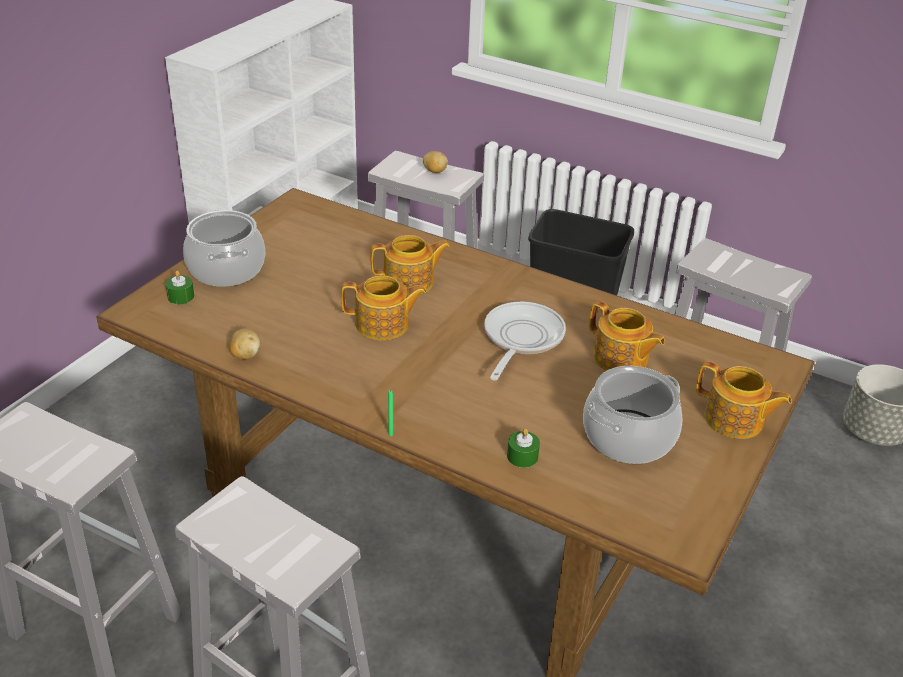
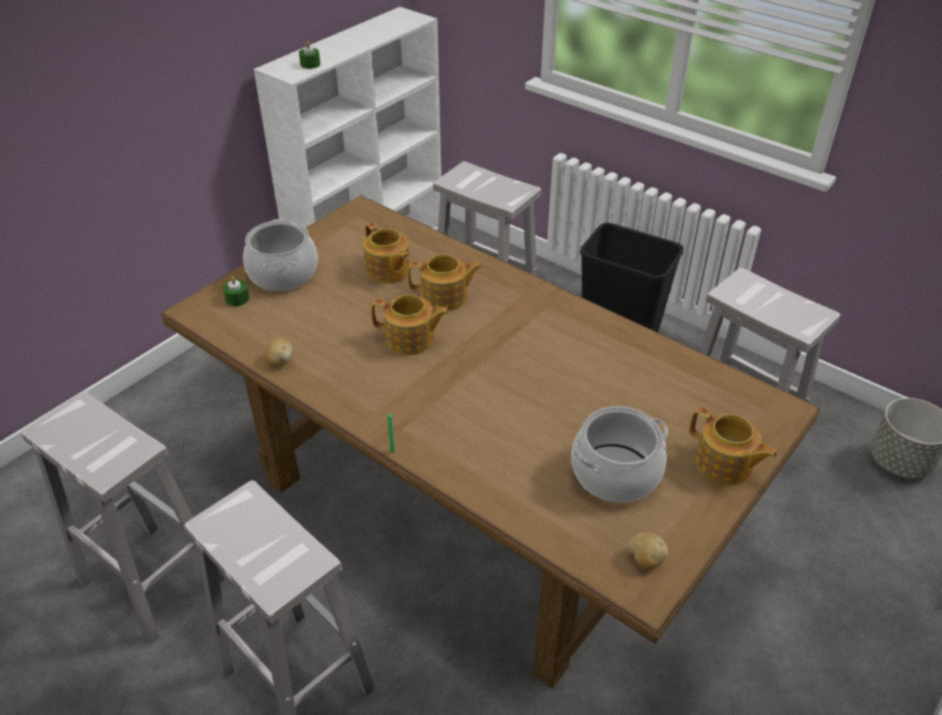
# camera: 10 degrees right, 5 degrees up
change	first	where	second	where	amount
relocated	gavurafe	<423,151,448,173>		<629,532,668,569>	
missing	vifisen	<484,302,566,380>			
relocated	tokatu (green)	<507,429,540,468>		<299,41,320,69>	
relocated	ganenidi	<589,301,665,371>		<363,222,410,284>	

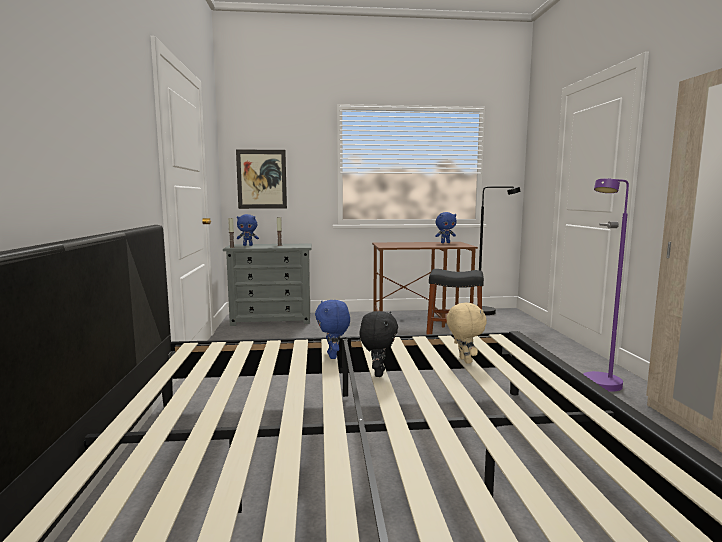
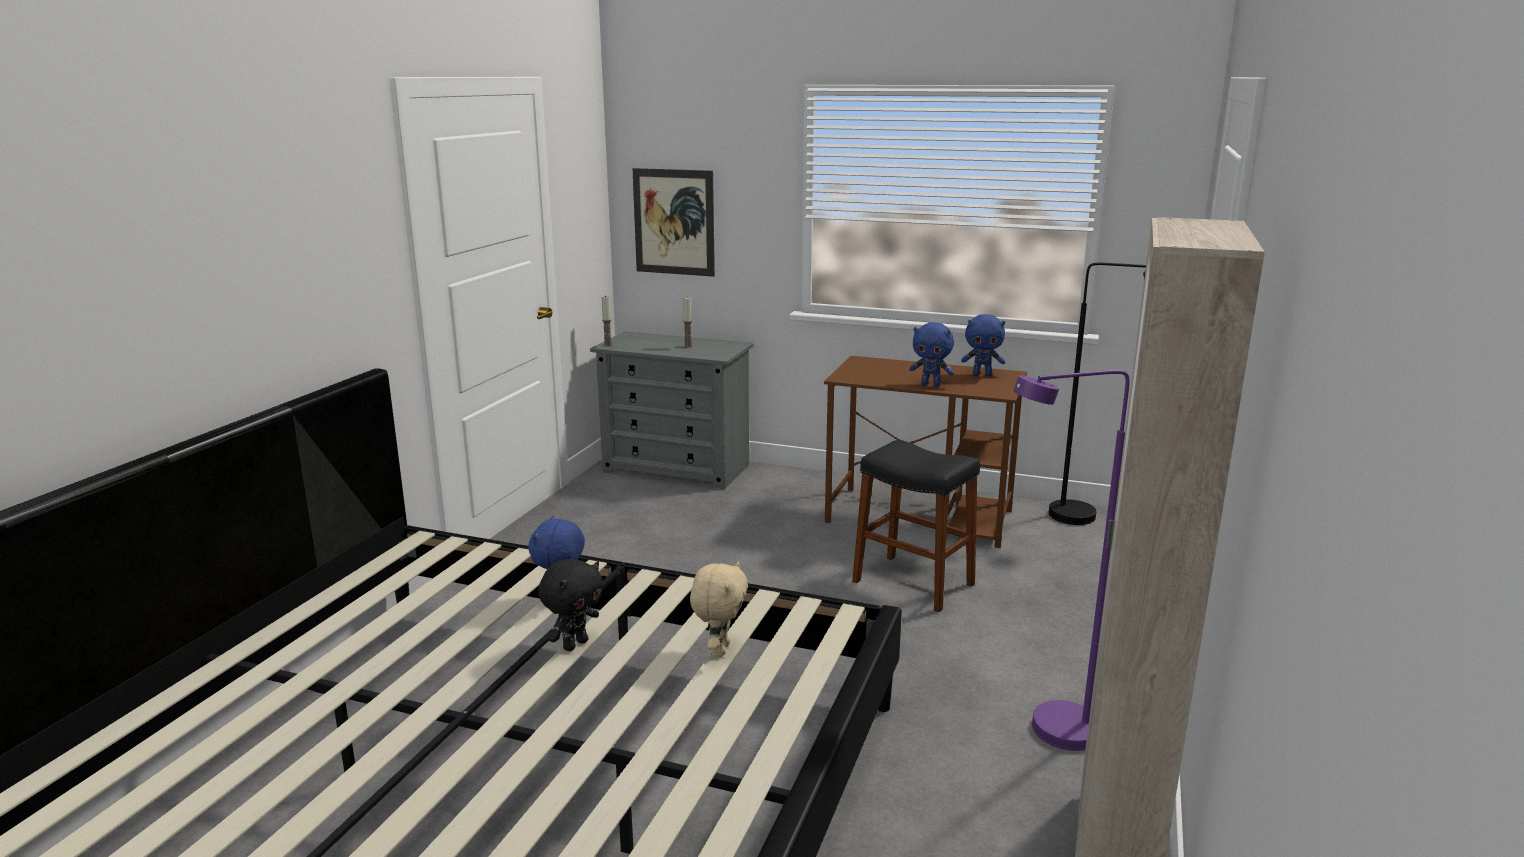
# camera: 25 degrees right, 10 degrees up
change	first	where	second	where	amount
relocated	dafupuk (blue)	<237,214,259,246>		<909,322,954,387>	

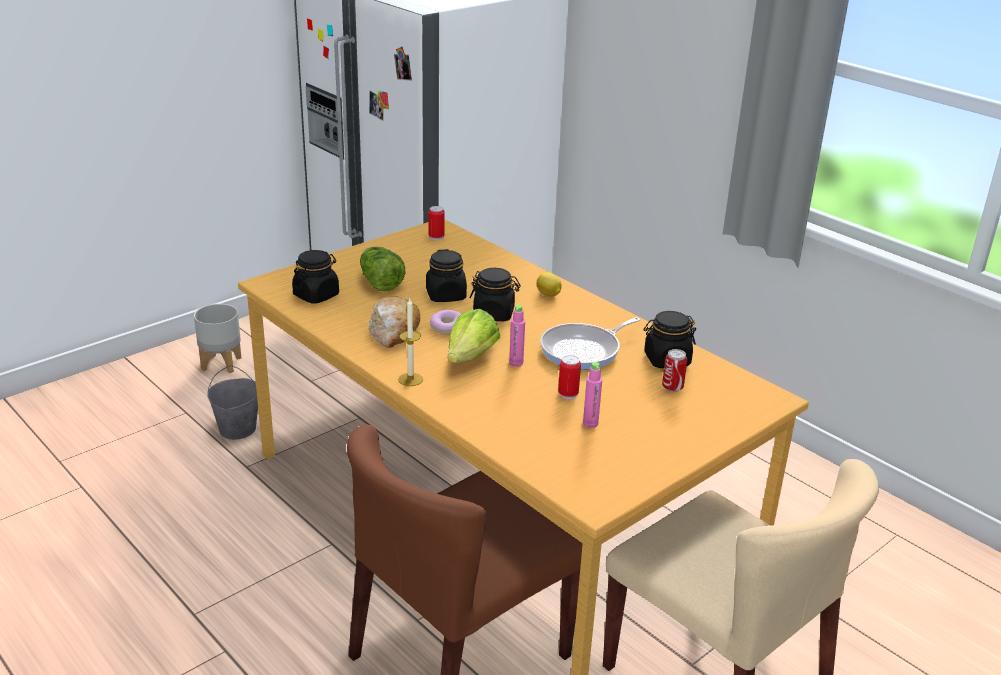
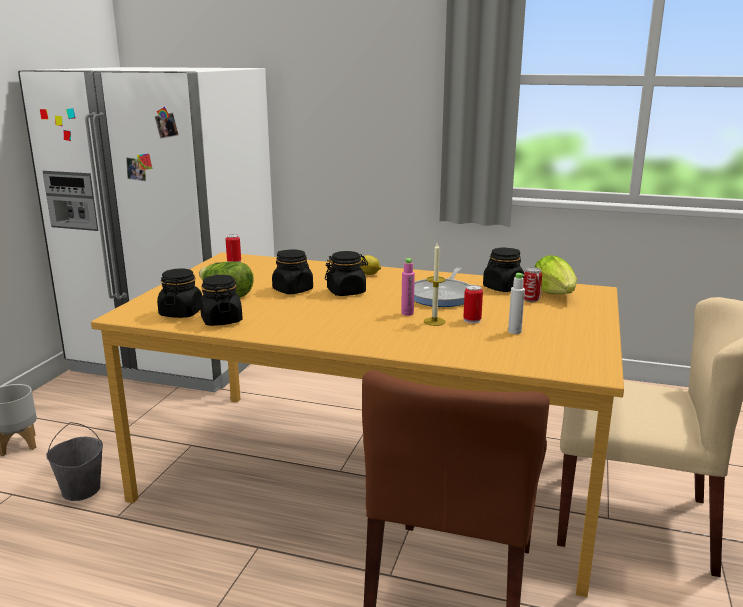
# camera: 30 degrees left, 10 degrees down
change	first	where	second	where	amount
missing	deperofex	<368,297,420,348>			
relocated	tokatu	<398,298,423,386>		<424,243,446,326>	
missing	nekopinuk	<430,310,461,335>			
relocated	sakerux	<448,309,500,363>		<535,255,577,294>	
colour	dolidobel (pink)	<583,362,602,428>	dolidobel (white)	<508,273,525,334>	
appeared			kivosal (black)	<200,275,243,326>	

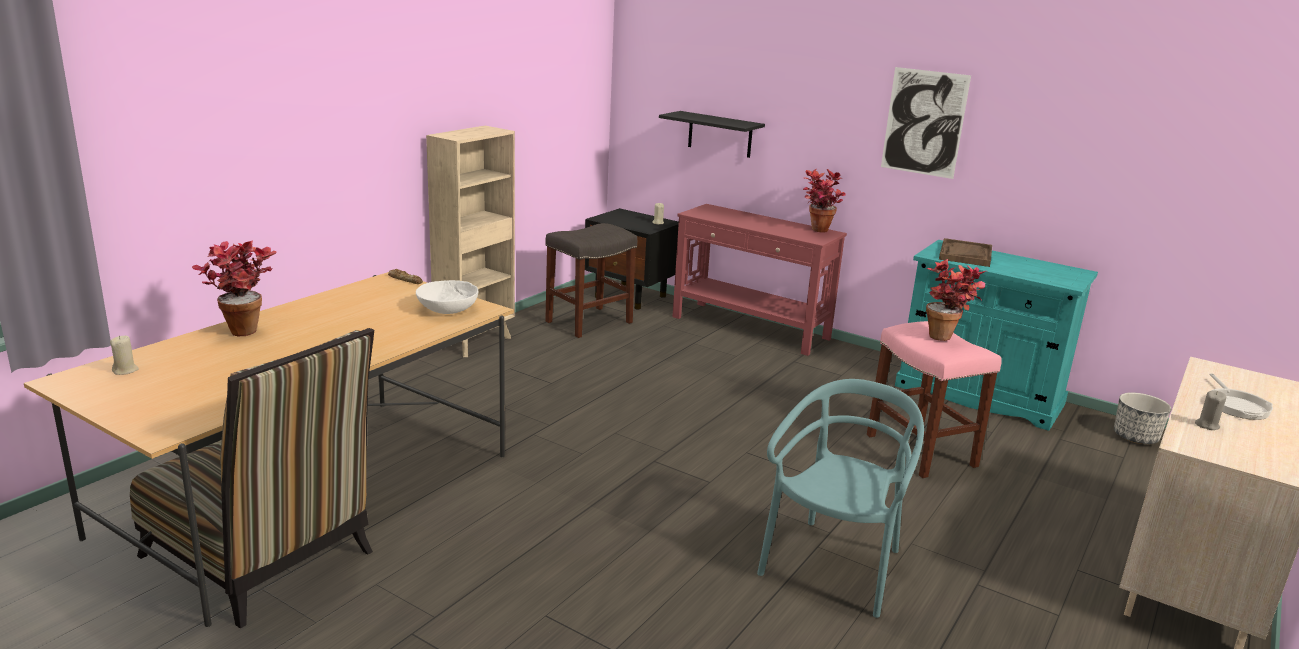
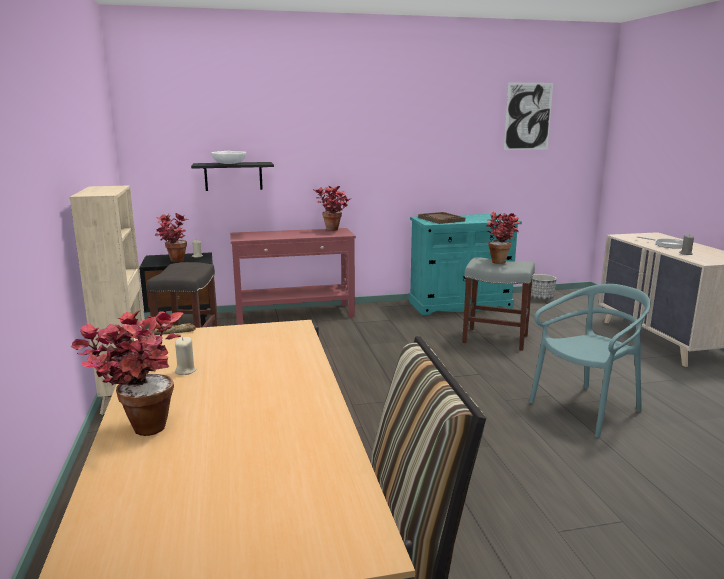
# camera: 45 degrees left, 5 degrees down
change	first	where	second	where	amount
relocated	tokatu (beige)	<110,335,139,375>		<175,337,197,375>	
relocated	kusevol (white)	<416,280,478,314>		<211,151,246,164>	
spun	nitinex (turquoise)	<757,379,924,618>		<529,284,651,438>	75 degrees clockwise
colour	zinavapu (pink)	<867,321,1002,478>	zinavapu (grey)	<462,257,535,351>	
relocated	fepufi	<881,67,971,179>		<504,82,553,150>	
appeared			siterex	<155,213,189,262>	

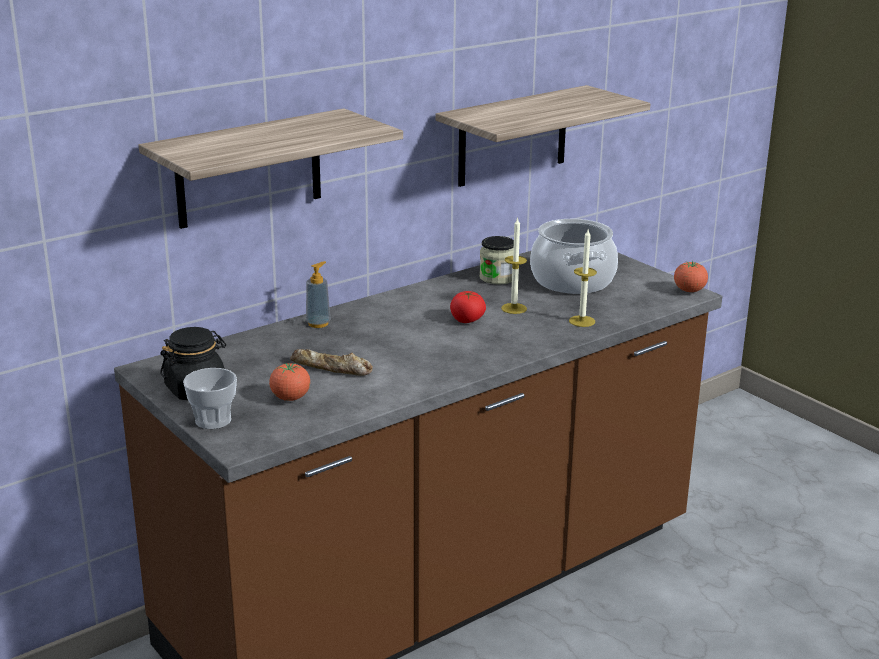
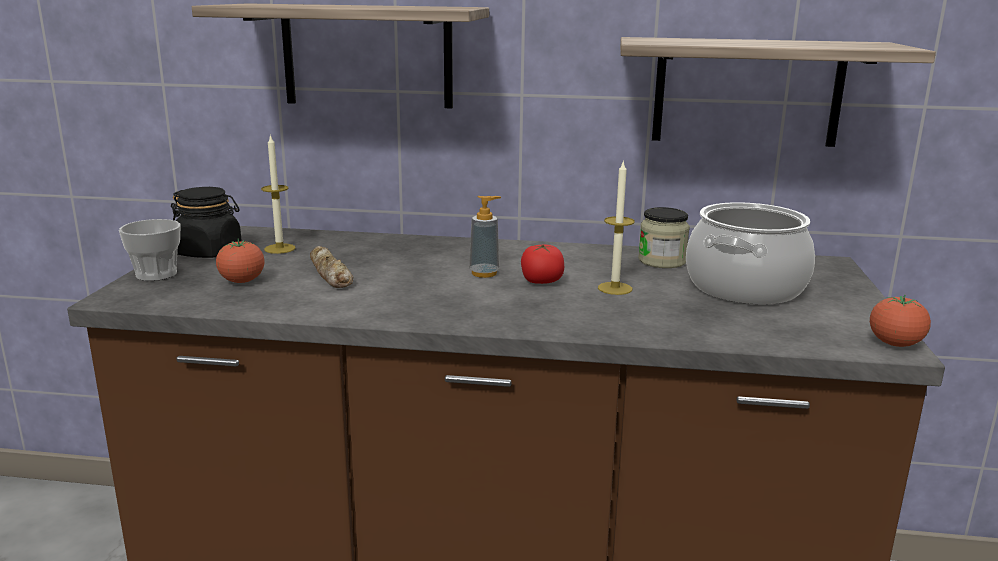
# camera: 45 degrees right, 5 degrees down
change	first	where	second	where	amount
relocated	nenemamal	<306,261,331,328>		<469,196,501,278>	
relocated	tokatu	<569,229,597,327>		<261,134,296,254>	

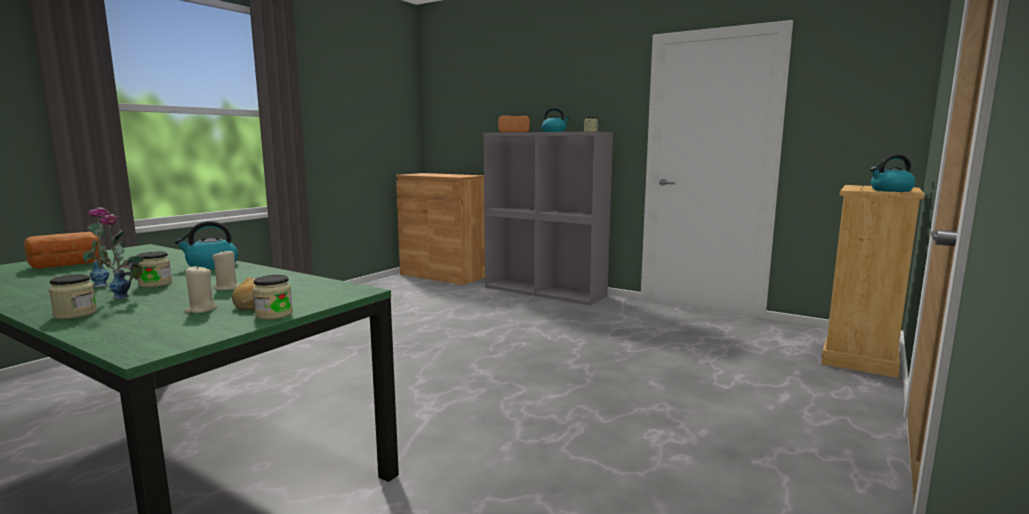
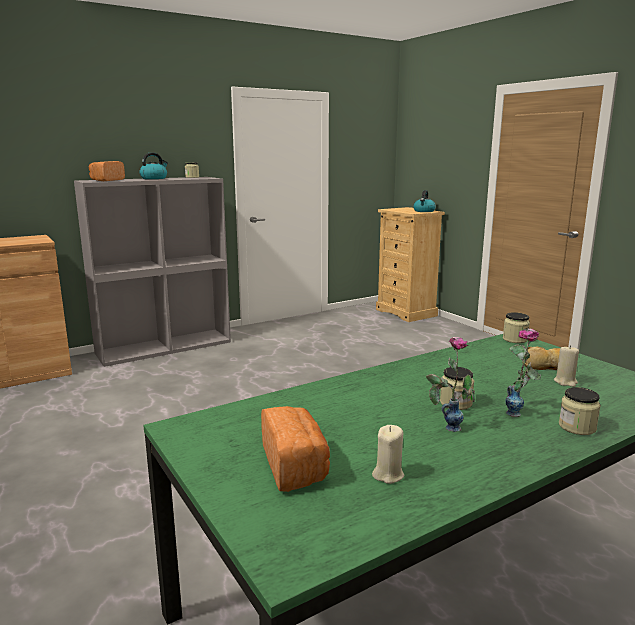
# camera: 65 degrees left, 5 degrees up
change	first	where	second	where	amount
missing	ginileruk	<175,221,238,270>			
relocated	tokatu (beige)	<212,249,240,290>		<372,425,404,484>	
relocated	kivosal	<253,275,293,320>		<503,312,530,343>	

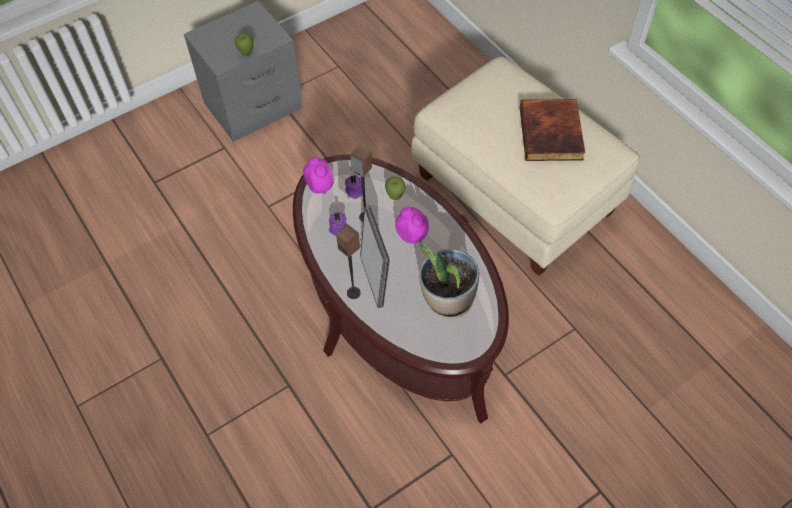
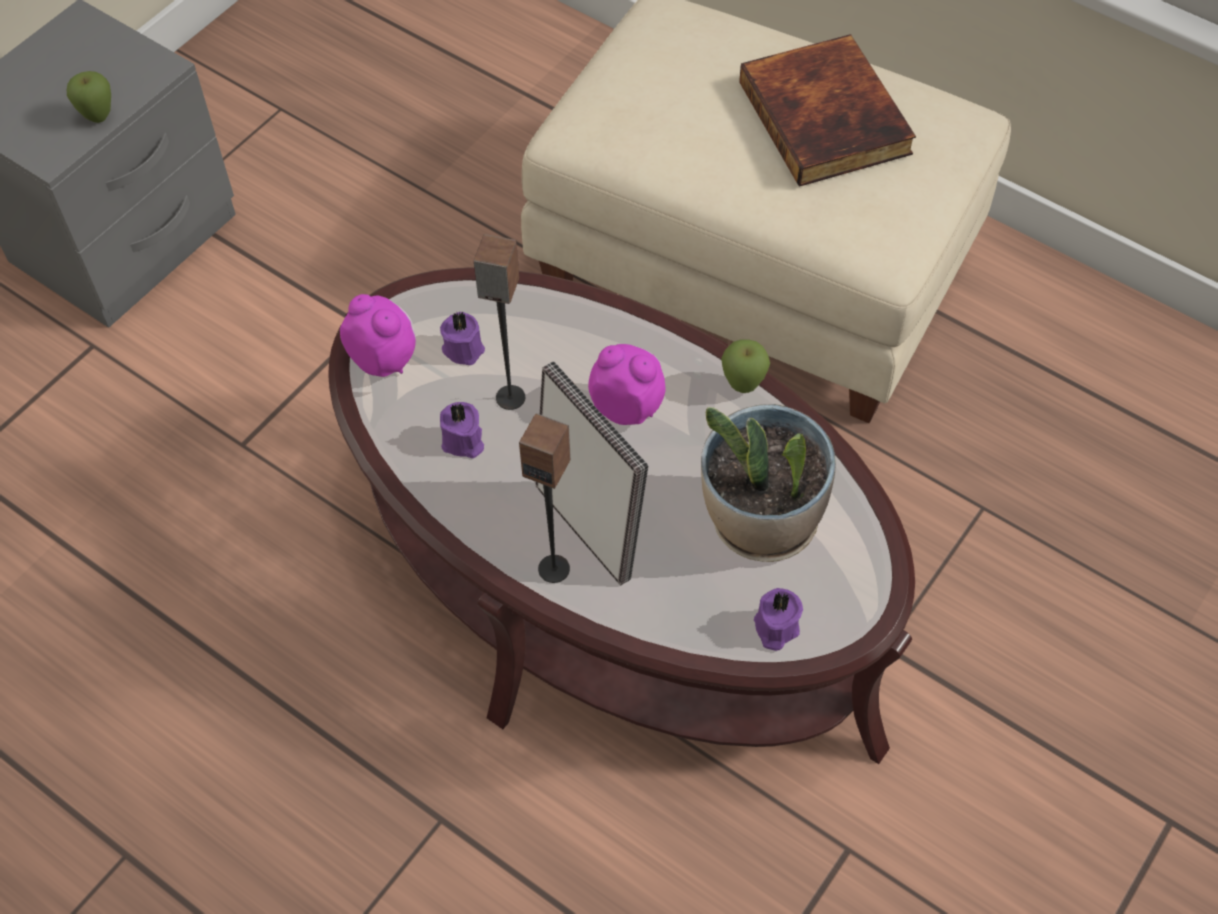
# camera: 20 degrees left, 0 degrees up
change	first	where	second	where	amount
relocated	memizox	<385,177,405,200>		<721,339,770,393>	
appeared			tokatu (purple)	<754,588,803,651>	

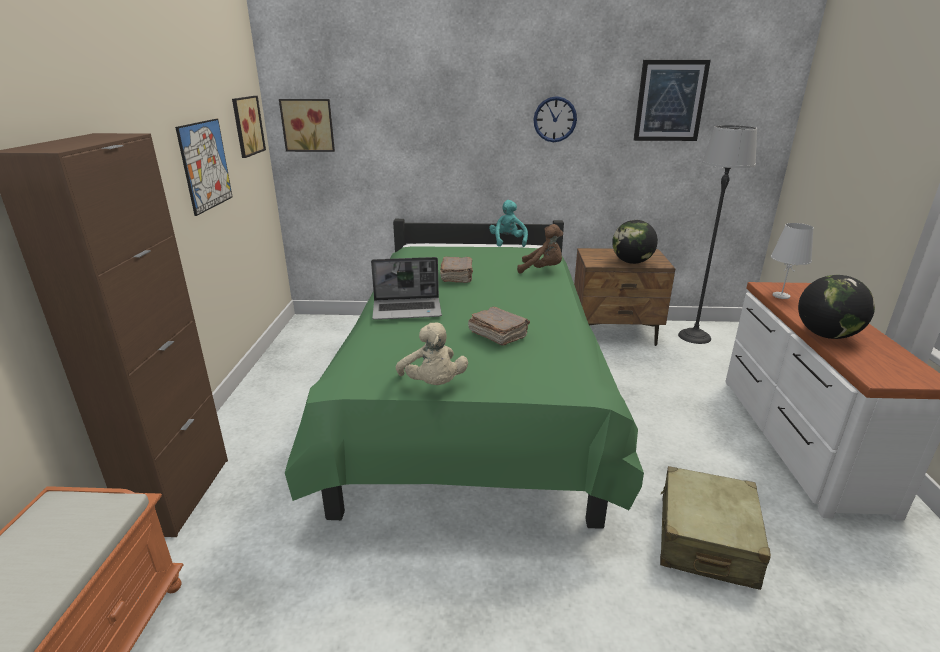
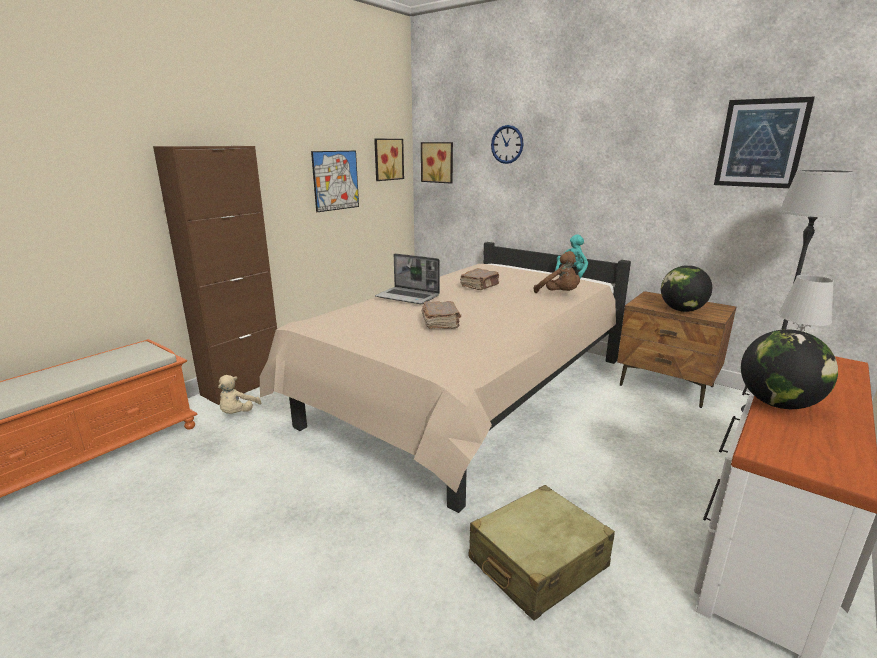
# camera: 35 degrees right, 5 degrees down
change	first	where	second	where	amount
colour	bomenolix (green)	<285,219,644,529>	bomenolix (beige)	<260,242,631,513>	
relocated	dafupuk (beige)	<396,322,468,385>		<218,375,261,414>	
relocated	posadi	<533,96,577,142>		<491,125,524,164>	

